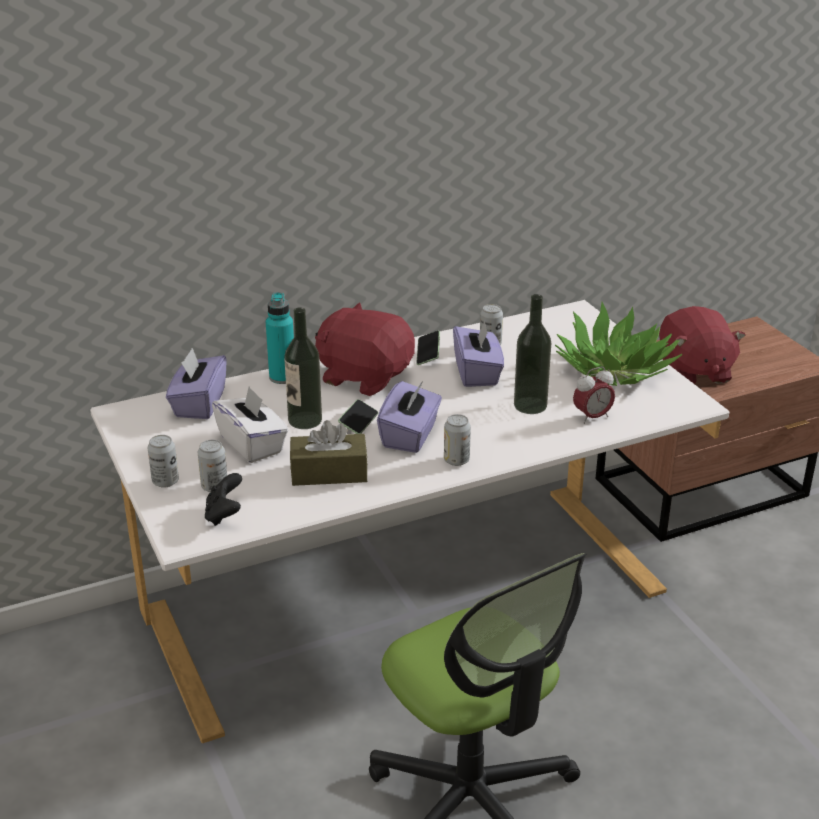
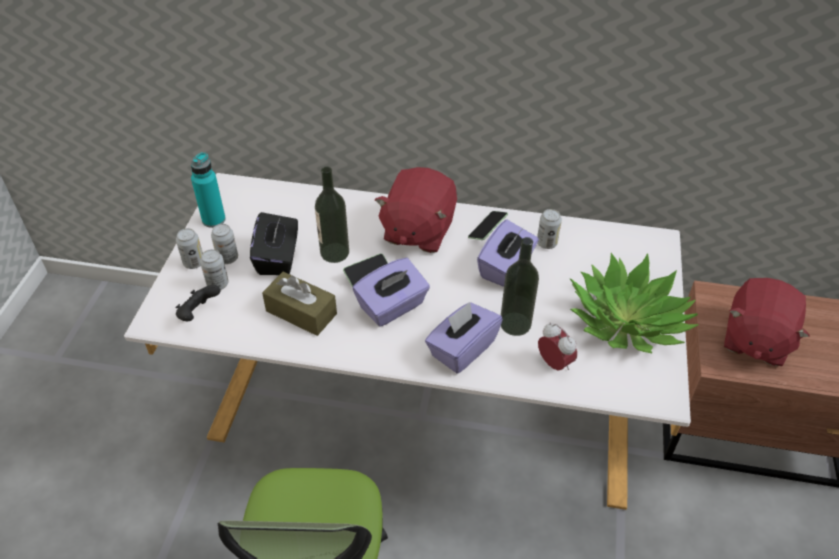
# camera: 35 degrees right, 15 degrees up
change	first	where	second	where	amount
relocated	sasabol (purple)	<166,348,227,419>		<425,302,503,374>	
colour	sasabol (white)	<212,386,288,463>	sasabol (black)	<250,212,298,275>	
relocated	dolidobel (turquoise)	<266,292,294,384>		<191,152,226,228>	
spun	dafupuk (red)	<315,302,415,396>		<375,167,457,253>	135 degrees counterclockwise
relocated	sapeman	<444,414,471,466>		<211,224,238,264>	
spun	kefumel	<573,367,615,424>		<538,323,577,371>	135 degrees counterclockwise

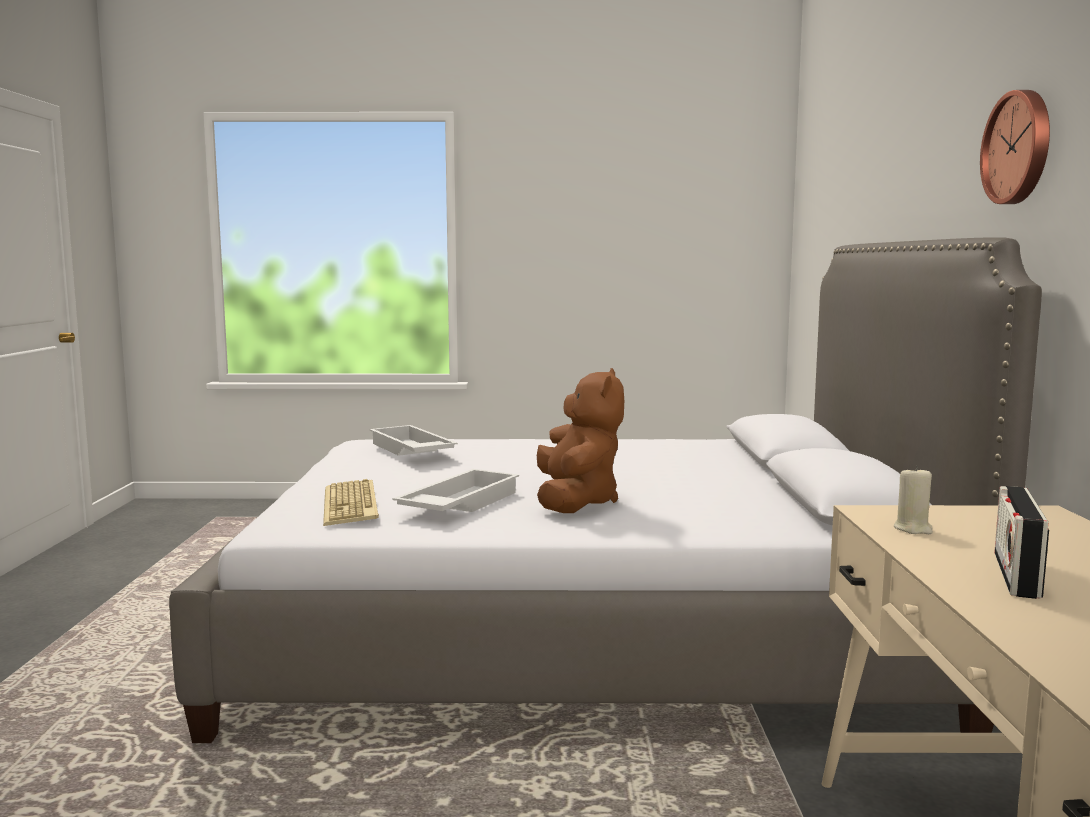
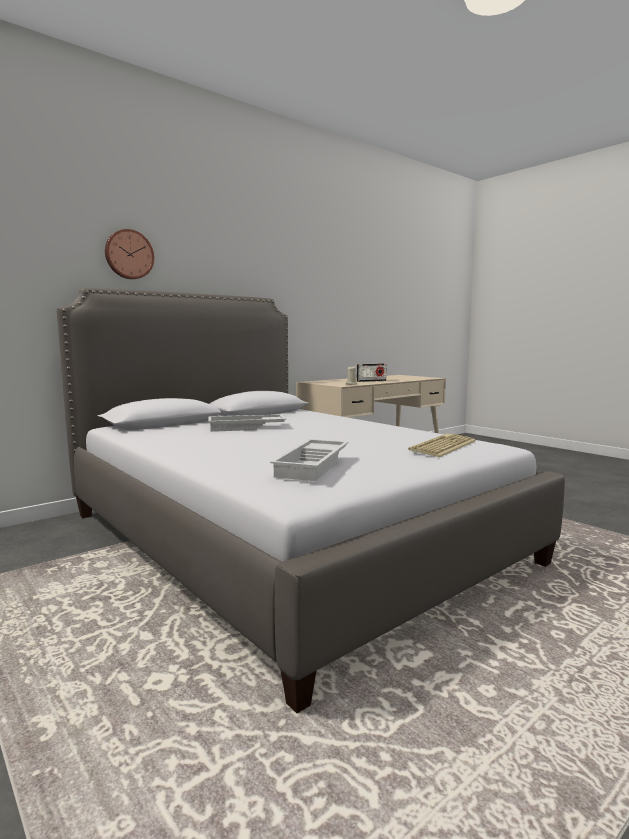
# camera: 130 degrees left, 0 degrees up
change	first	where	second	where	amount
relocated	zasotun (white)	<393,469,519,512>		<209,414,286,432>	
missing	dafupuk (brown)	<537,368,624,513>			
relocated	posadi	<980,90,1050,204>		<105,229,154,279>	

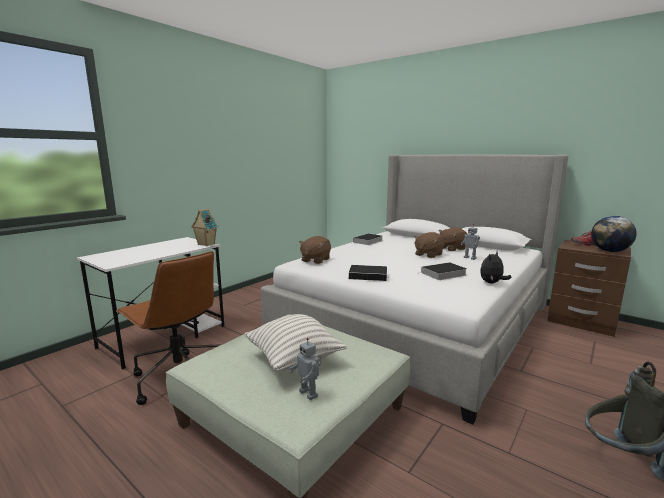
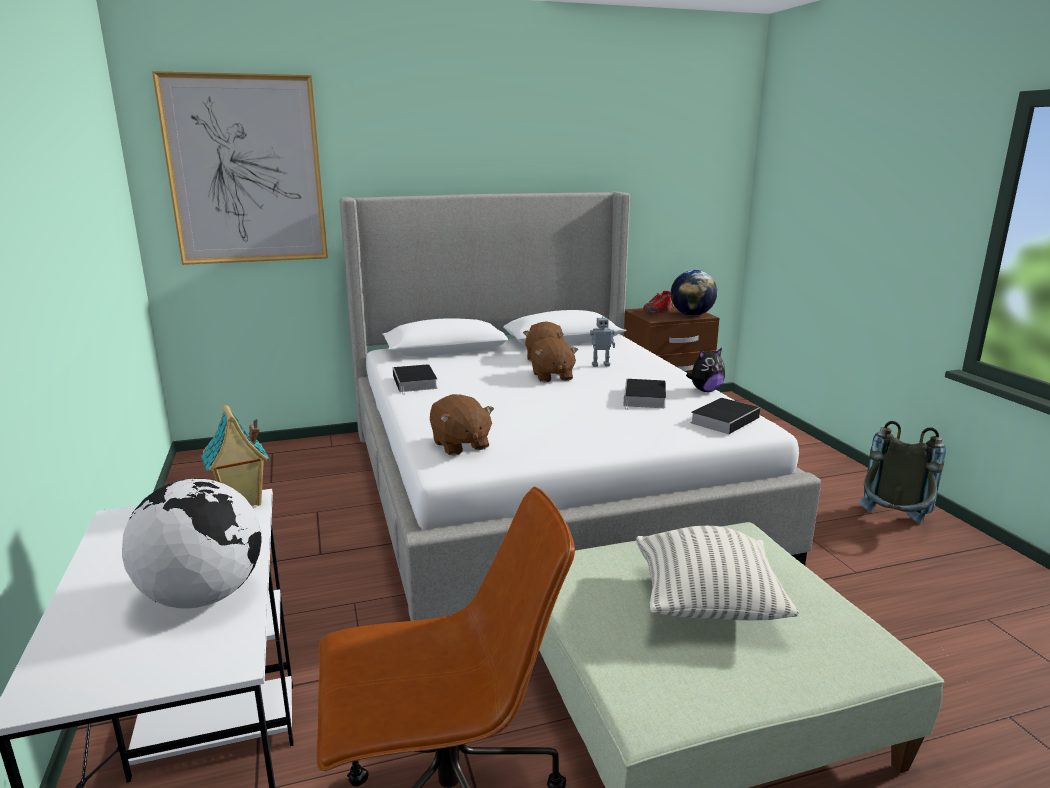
# camera: 55 degrees left, 5 degrees up
change	first	where	second	where	amount
missing	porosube	<289,338,322,401>			
relocated	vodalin	<349,265,394,281>		<690,398,761,434>	
spun	dafupuk	<480,251,511,283>		<686,348,725,392>	105 degrees counterclockwise
appeared			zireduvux	<122,478,262,608>	
appeared			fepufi	<152,71,328,265>	

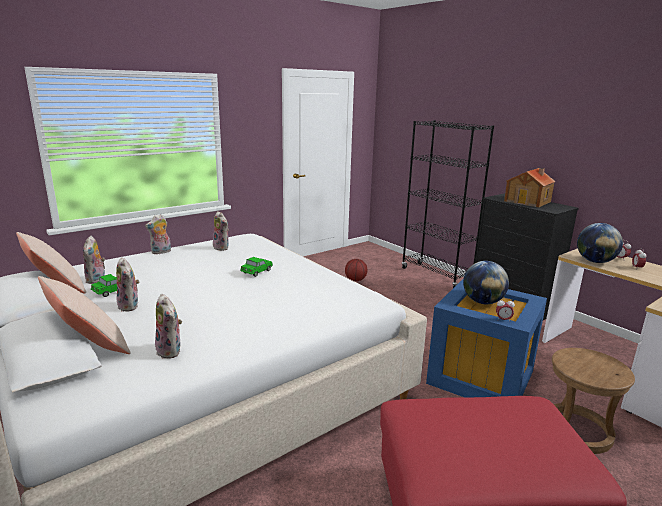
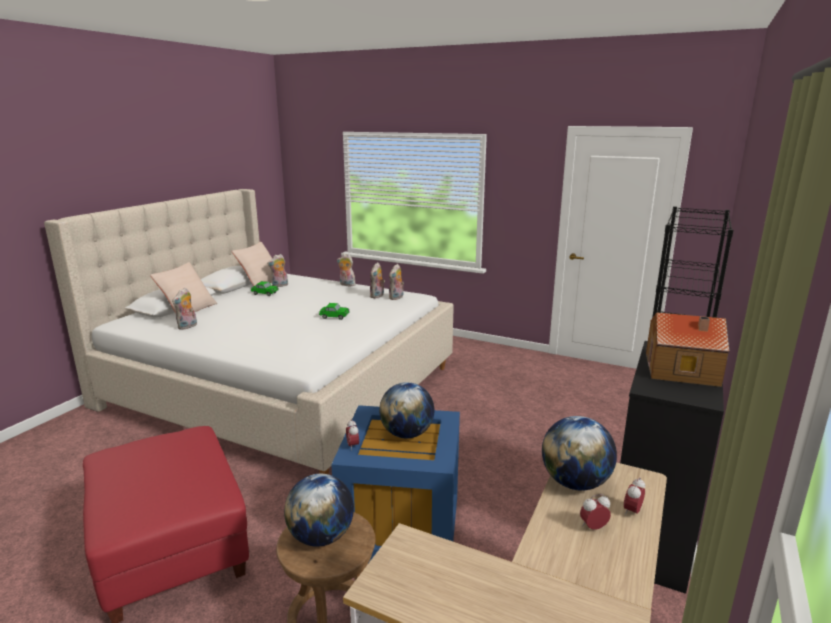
# camera: 65 degrees right, 0 degrees up
change	first	where	second	where	amount
relocated	dafupuk	<116,257,139,312>		<389,264,404,300>	
missing	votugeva	<345,259,367,281>			
appeared			zireduvux	<284,474,354,547>	

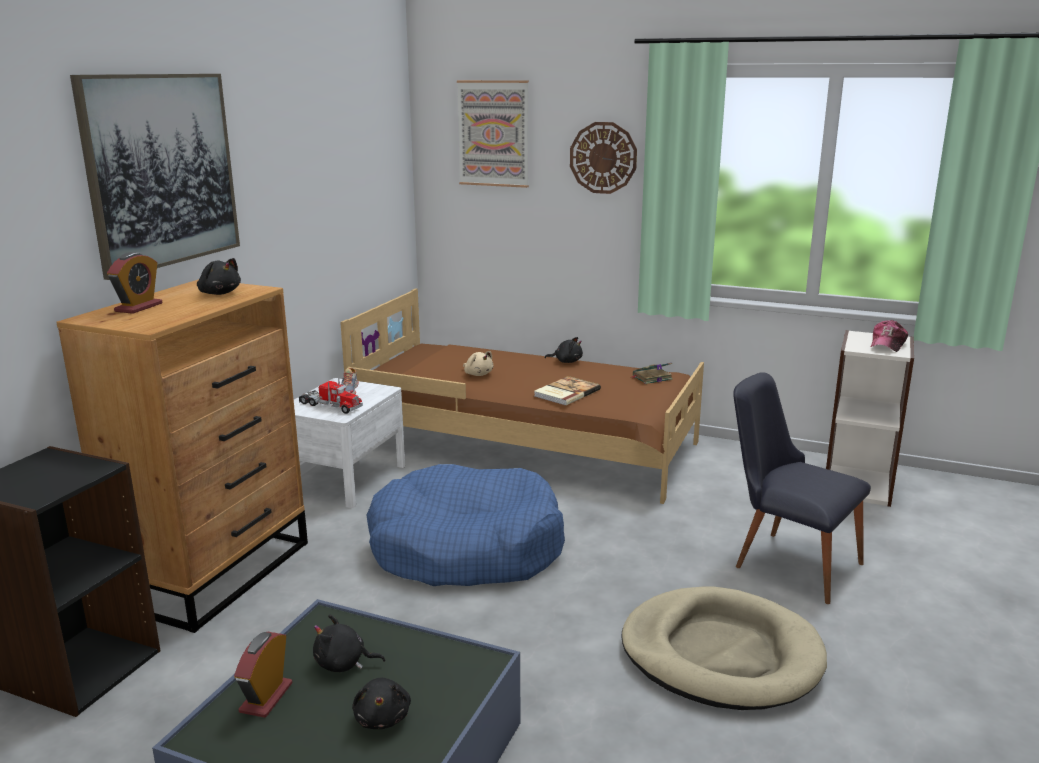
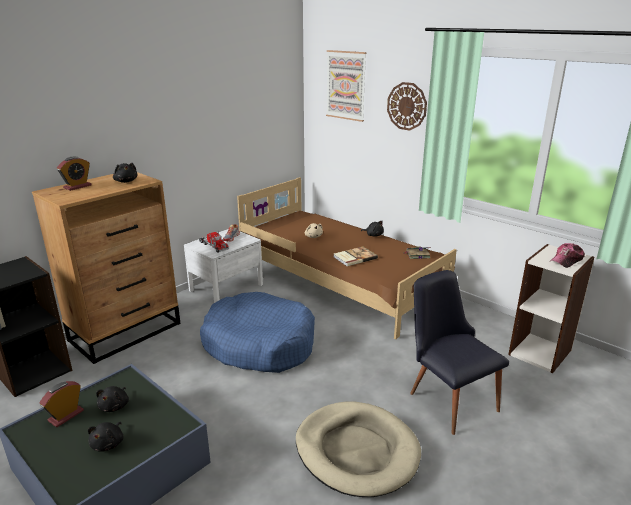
# camera: 20 degrees right, 5 degrees up
change	first	where	second	where	amount
missing	fepufi	<70,74,240,280>			
spun	dafupuk (black)	<313,614,385,672>		<96,386,129,412>	105 degrees counterclockwise

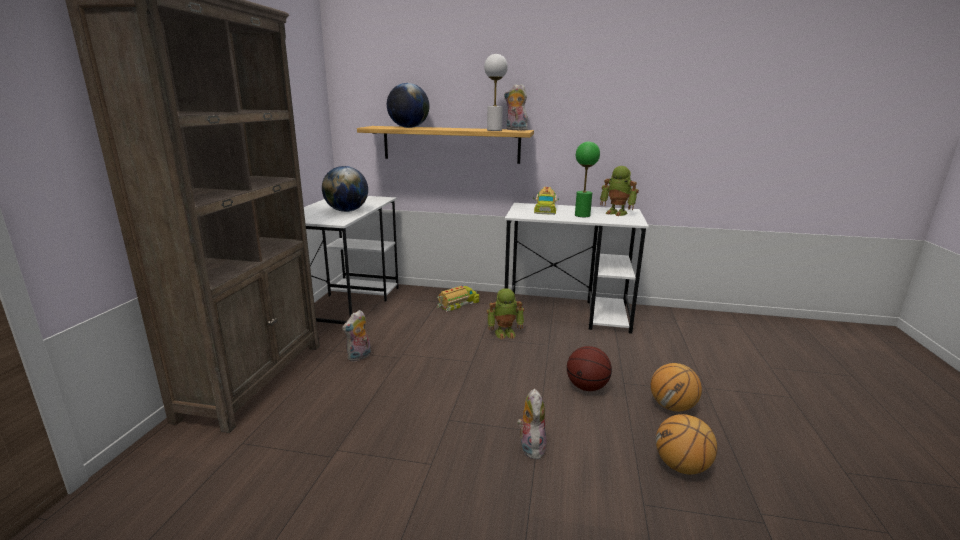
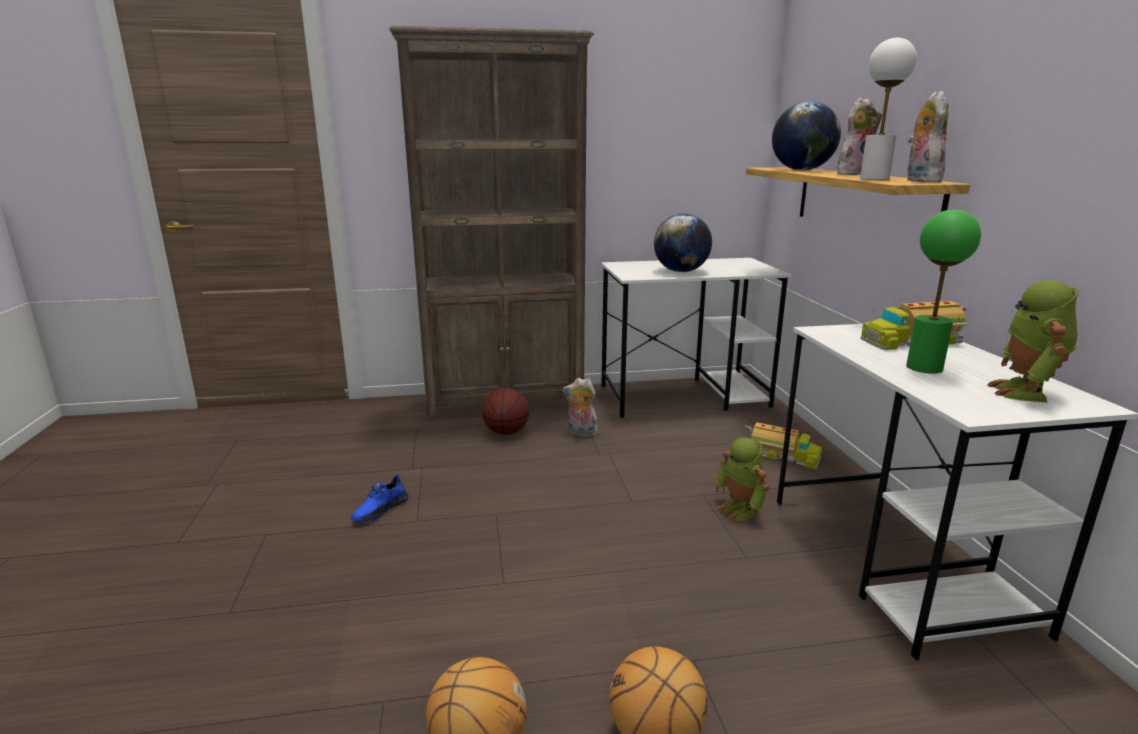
# camera: 70 degrees right, 0 degrees up
change	first	where	second	where	amount
relocated	dafupuk	<517,388,547,460>		<837,97,882,175>	
relocated	votugeva	<567,346,612,391>		<482,388,529,435>	
appeared			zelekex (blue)	<351,474,409,523>	

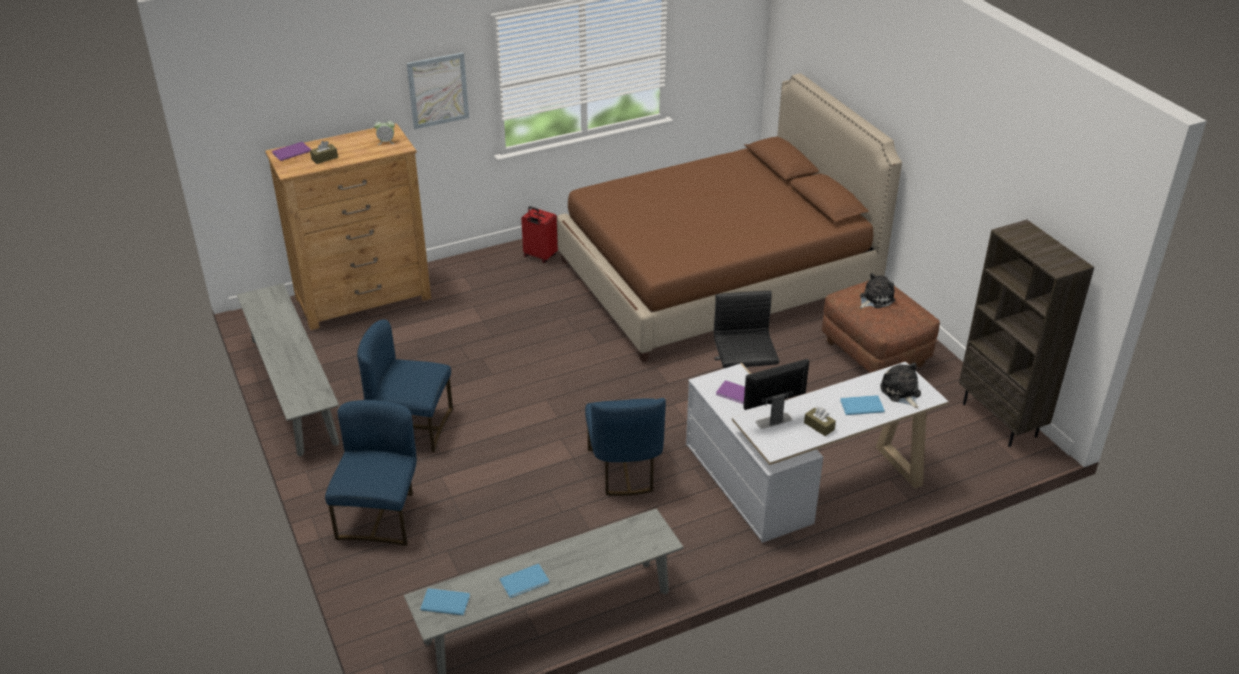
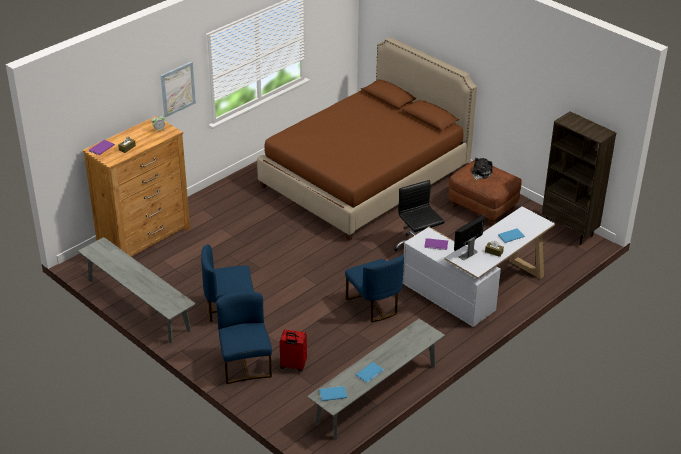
# camera: 20 degrees left, 0 degrees up
change	first	where	second	where	amount
relocated	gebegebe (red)	<521,206,558,263>		<280,330,307,372>	
missing	dafupuk	<880,362,921,408>			

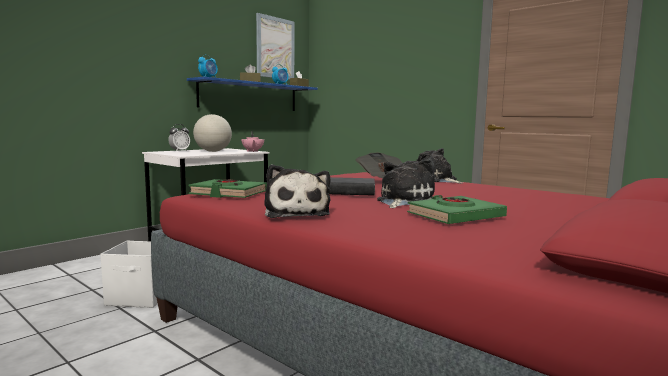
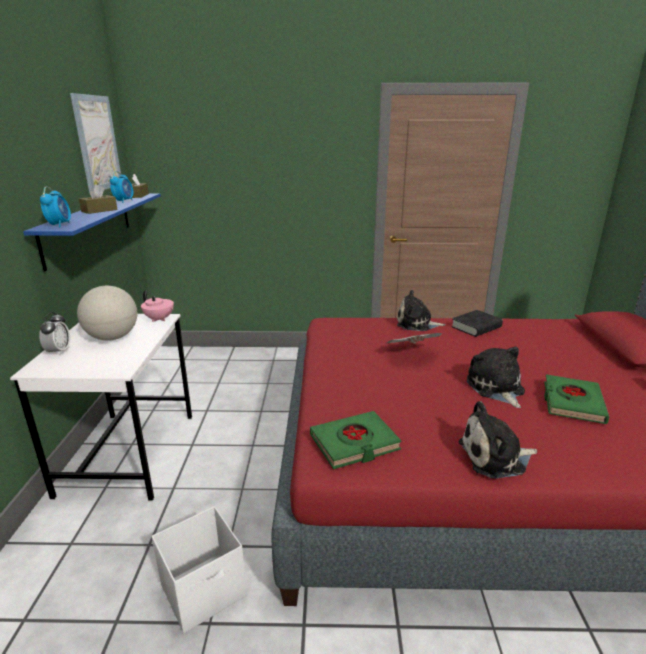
# camera: 40 degrees left, 15 degrees up
change	first	where	second	where	amount
spun	dafupuk	<264,164,330,218>		<458,401,537,479>	135 degrees clockwise
relocated	vodalin (black)	<329,177,375,196>		<451,310,503,337>	

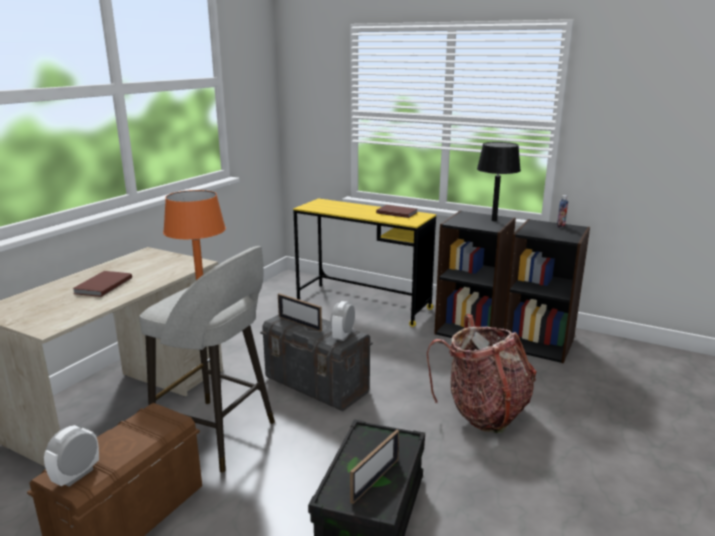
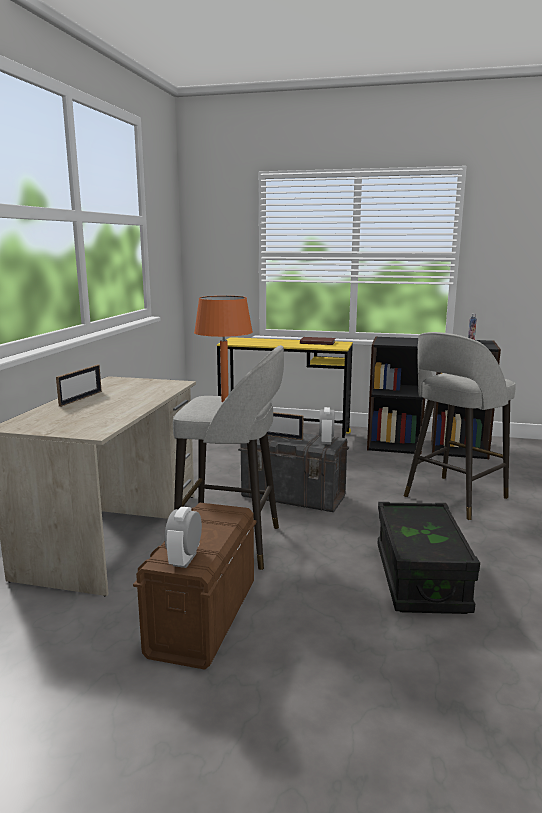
# camera: 15 degrees left, 5 degrees down
change	first	where	second	where	amount
missing	vodalin (brown)	<72,271,132,297>			
relocated	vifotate	<350,429,399,504>		<56,364,102,407>	
exchanged	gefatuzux	<427,314,537,433>	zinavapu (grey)	<404,332,516,521>	
missing	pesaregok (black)	<477,142,521,221>			

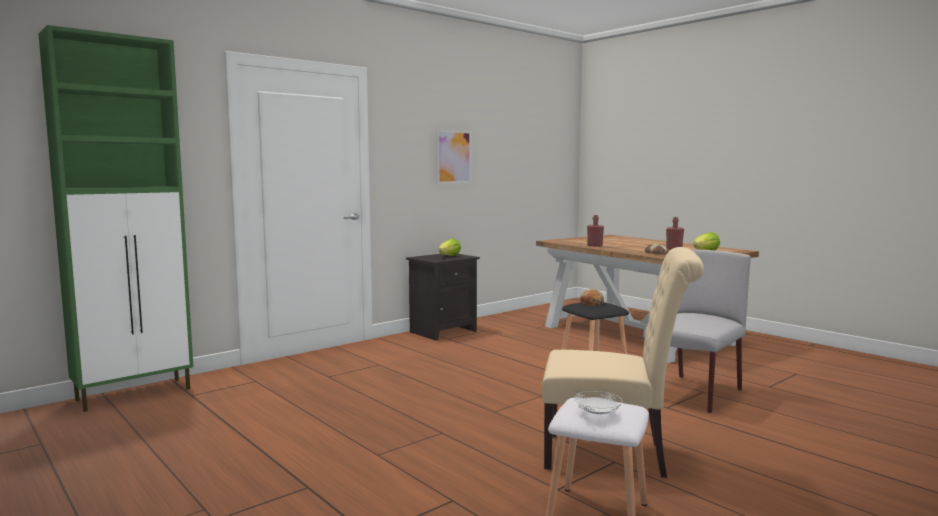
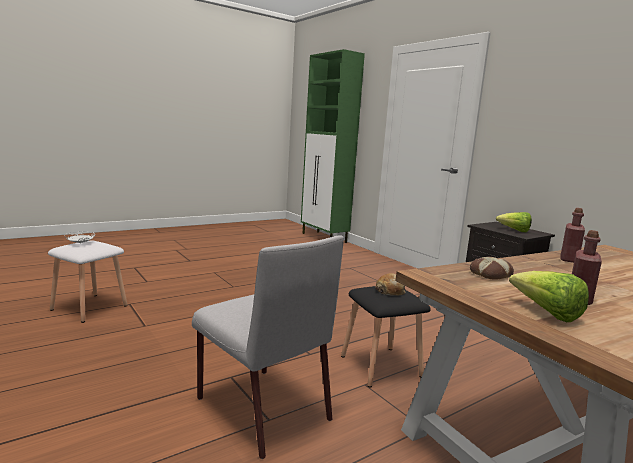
# camera: 95 degrees right, 5 degrees up
change	first	where	second	where	amount
missing	fepufi	<436,129,471,184>			
missing	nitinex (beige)	<542,247,704,478>			

